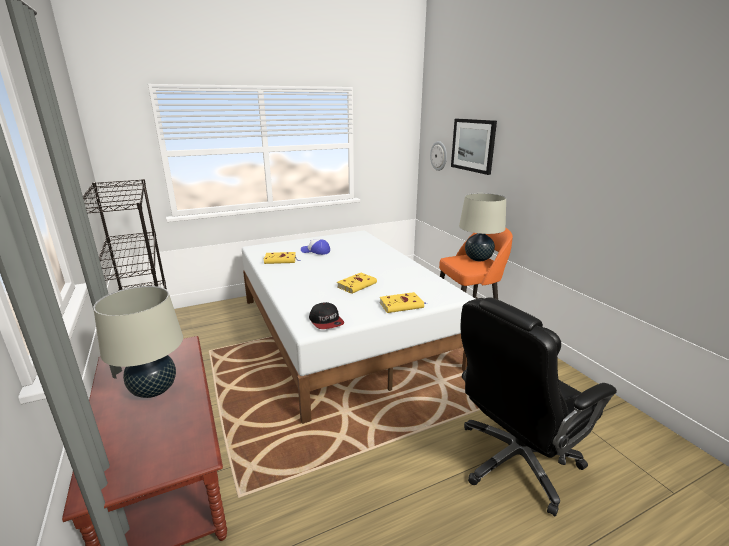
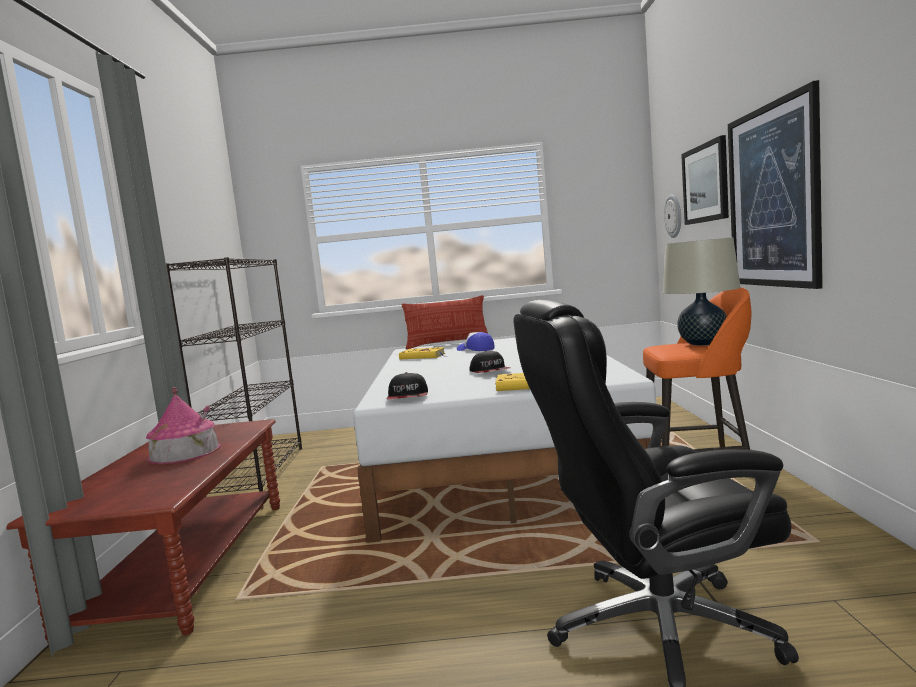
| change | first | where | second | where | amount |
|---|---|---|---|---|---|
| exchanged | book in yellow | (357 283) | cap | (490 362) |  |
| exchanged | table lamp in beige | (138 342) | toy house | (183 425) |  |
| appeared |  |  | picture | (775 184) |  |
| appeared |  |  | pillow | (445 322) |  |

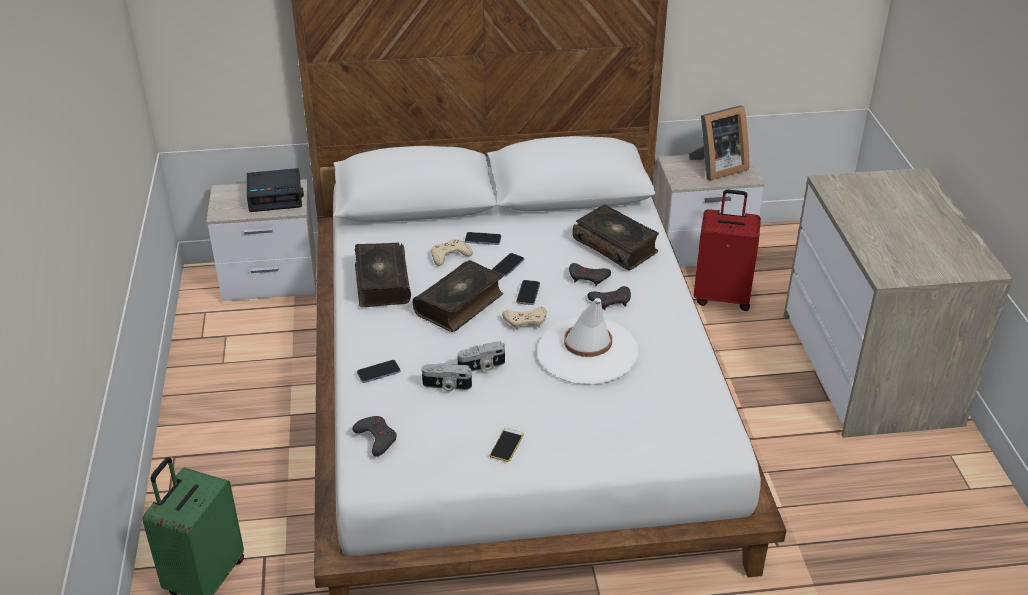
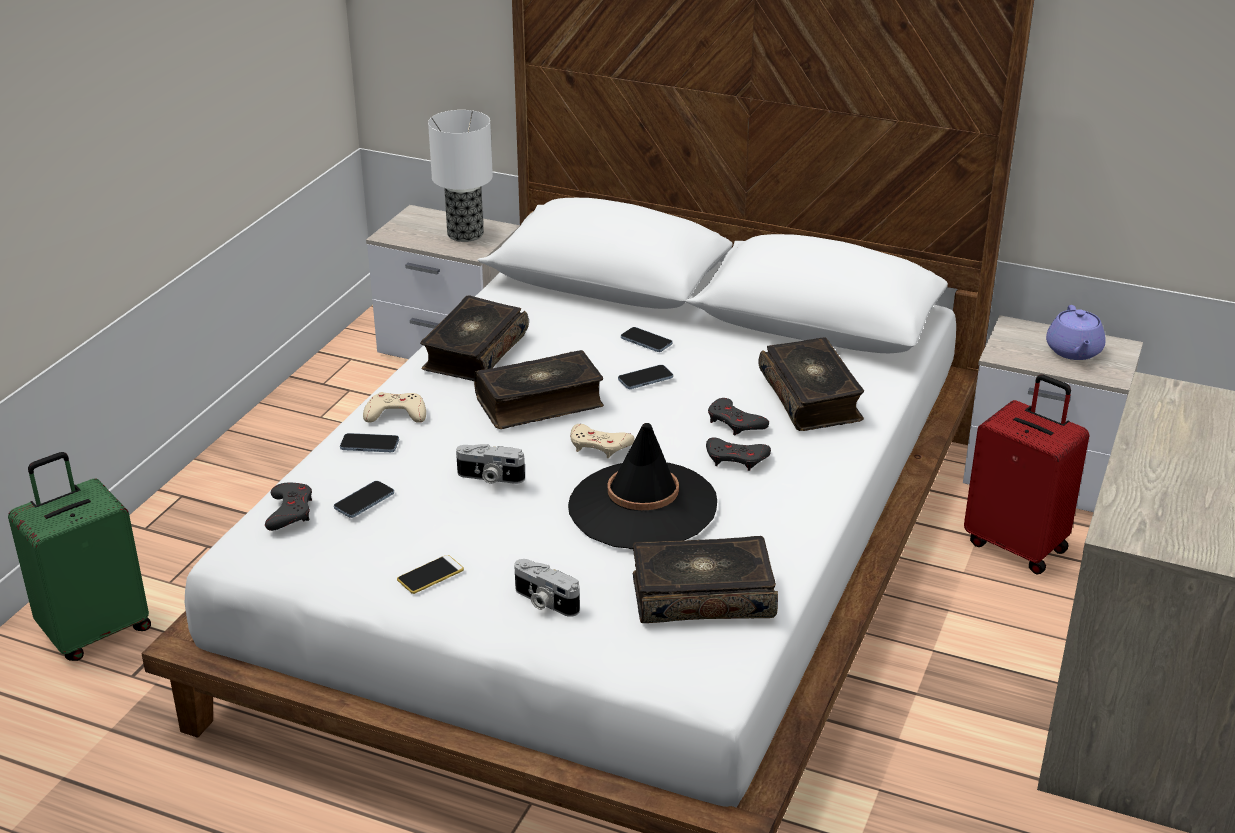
| change | first | where | second | where | amount |
|---|---|---|---|---|---|
| exchanged | picture frame | (719 143) | teapot in purple | (1076 332) |  |
| exchanged | alarm clock | (275 190) | table lamp | (460 176) |  |
| relocated | game controller in beige | (452 252) |  | (394 407) |  |
| relocated | phone | (528 292) |  | (364 499) |  |
| colour | hat in white | (587 341) | hat in black | (642 486) |  |
| relocated | photo camera | (447 377) |  | (547 588) |  |
| appeared |  |  | book | (705 579) |  |

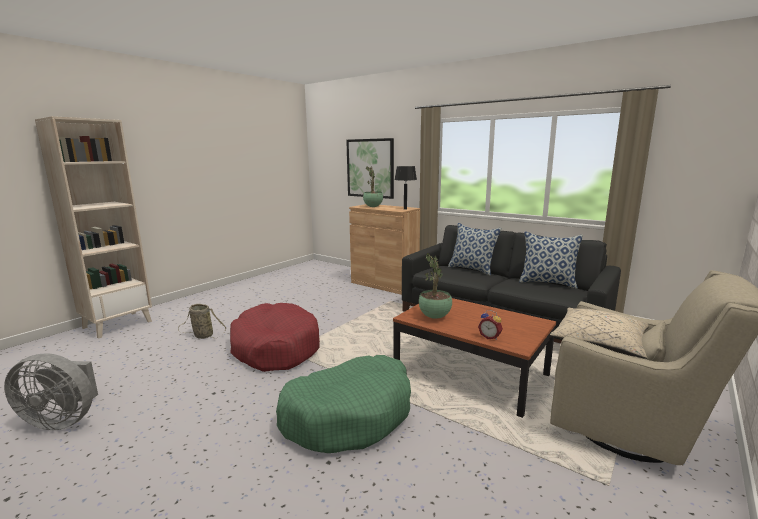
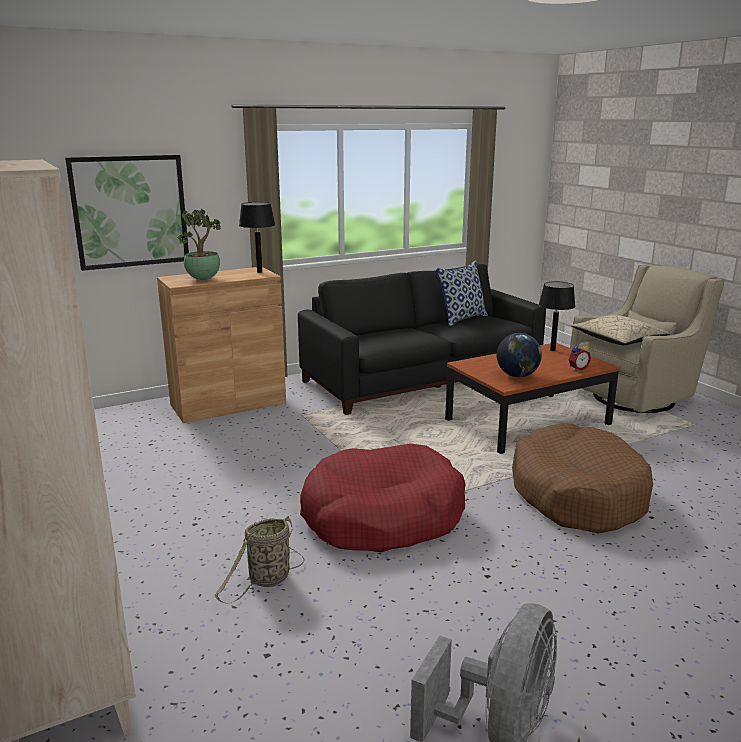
| change | first | where | second | where | amount |
|---|---|---|---|---|---|
| missing | pillow | (475 249) |  |  |  |
| exchanged | potted plant | (435 286) | globe | (519 355) |  |
| colour | dog bed in green | (343 404) | dog bed in brown | (582 478) |  |
| appeared |  |  | table lamp in black | (557 316) |  |

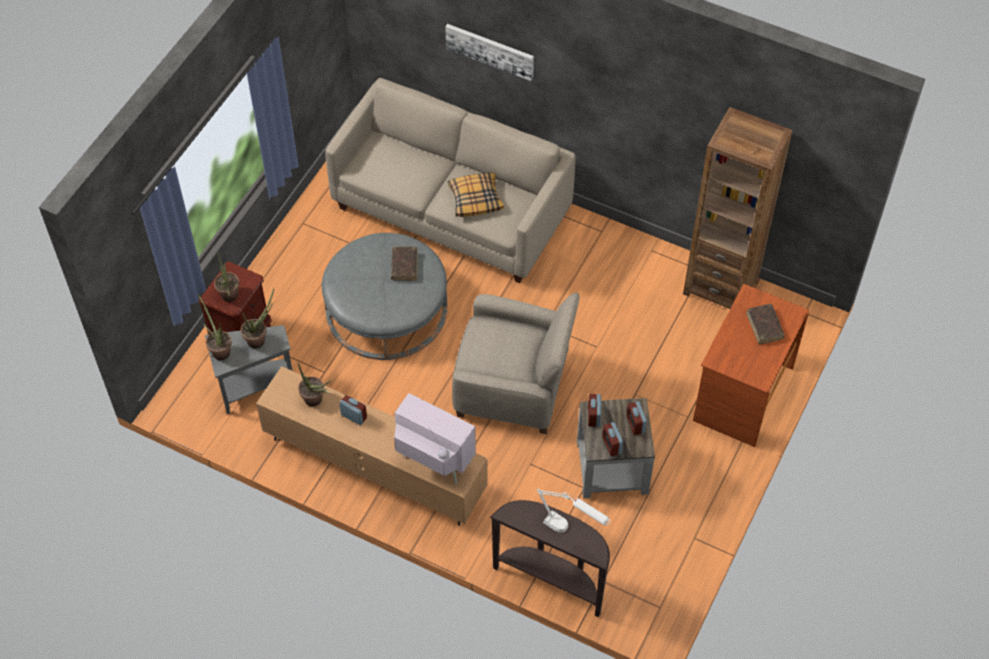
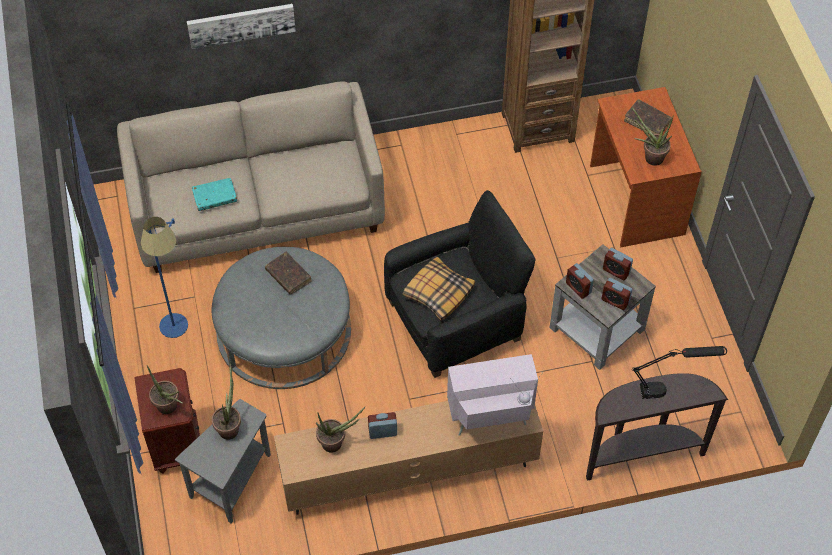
| change | first | where | second | where | amount |
|---|---|---|---|---|---|
| relocated | pillow | (475 195) |  | (438 289) |  |
| colour | armchair in beige | (516 363) | armchair in black | (460 284) |  |
| relocated | potted plant | (215 327) |  | (652 136) |  |
| colour | table lamp in white | (573 510) | table lamp in black | (679 372) |  |
| appeared |  |  | book in turquoise | (214 194) |  |
| appeared |  |  | floor lamp in blue | (164 277) |  |

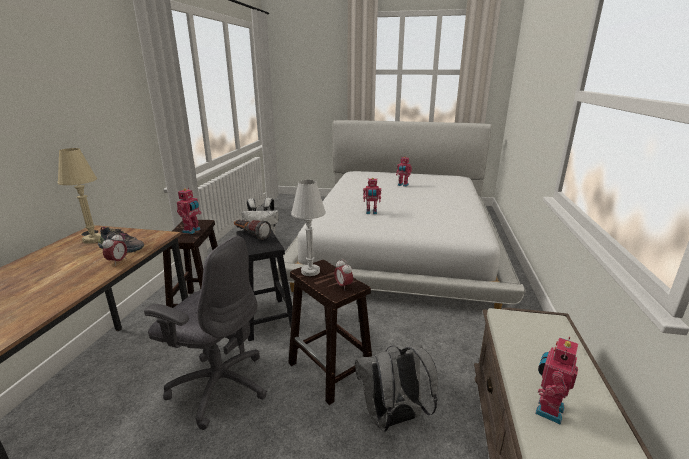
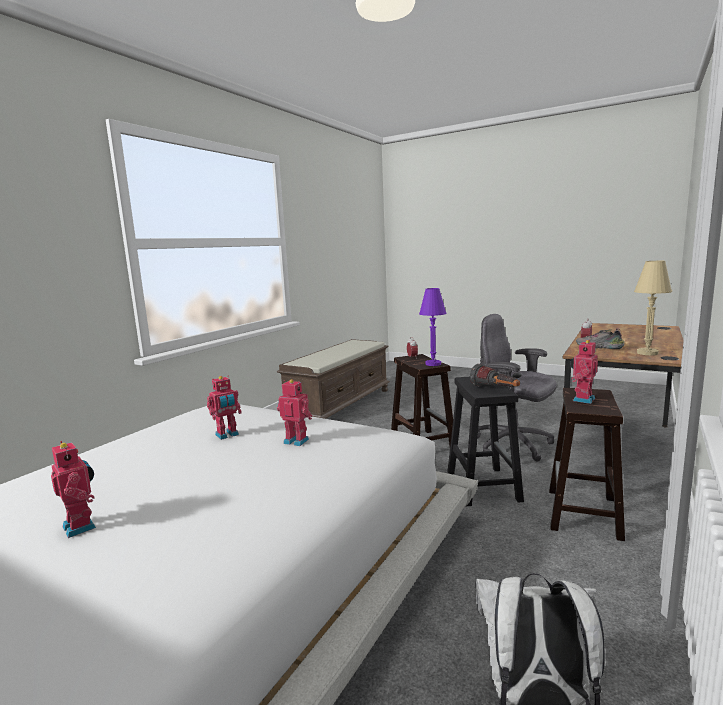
| change | first | where | second | where | amount |
|---|---|---|---|---|---|
| colour | table lamp in white | (308 228) | table lamp in purple | (432 327) |  |
| relocated | toy robot | (556 381) |  | (224 408) |  |
| missing | backpack in grey | (396 387) |  |  |  |

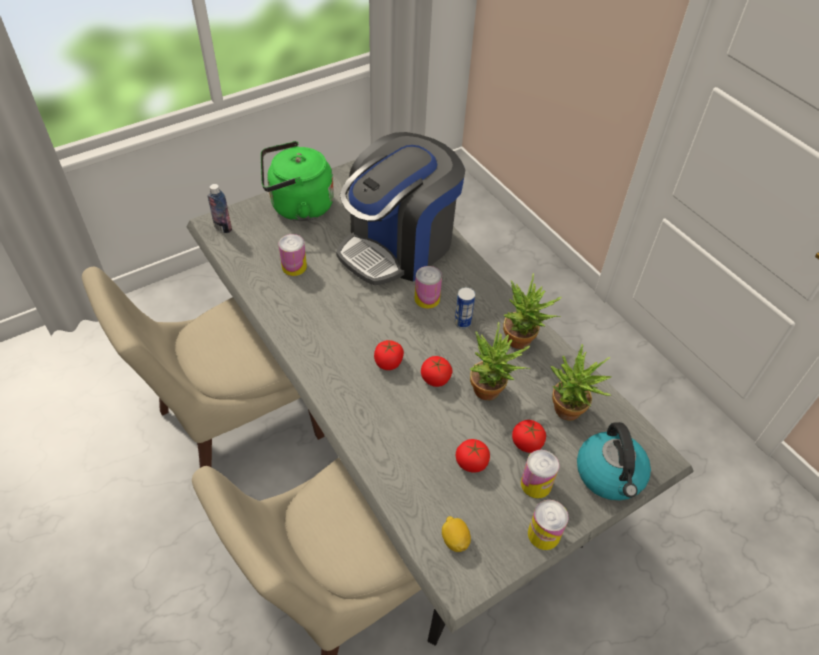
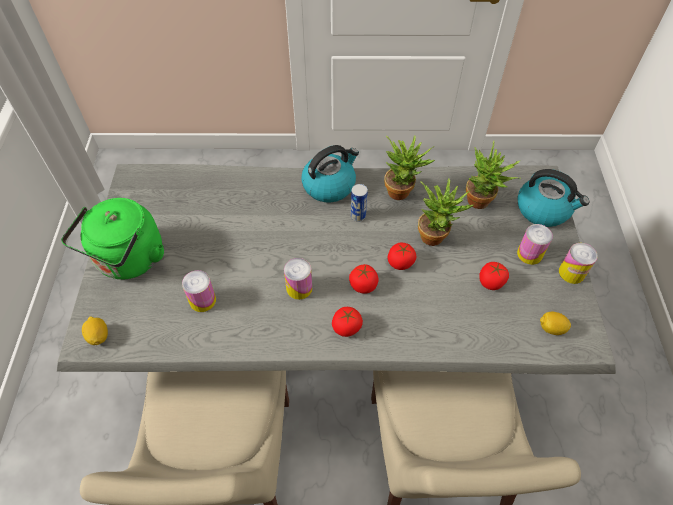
| change | first | where | second | where | amount |
|---|---|---|---|---|---|
| missing | coffee machine | (400 208) |  |  |  |
| exchanged | bottle | (219 208) | lemon | (95 331) |  |
| relocated | can | (428 287) |  | (298 279) |  |
| relocated | tomato | (529 436) |  | (347 322) |  |
| appeared |  |  | kettle | (330 174) |  |

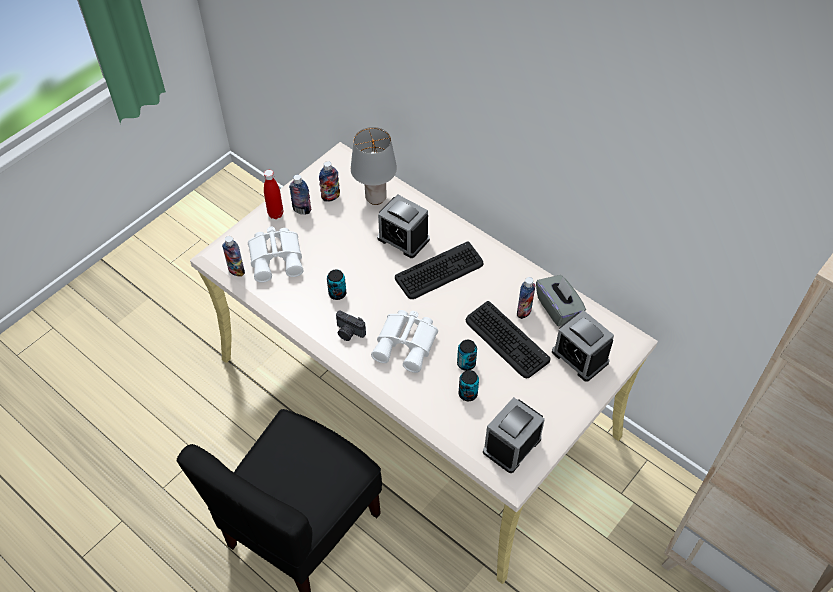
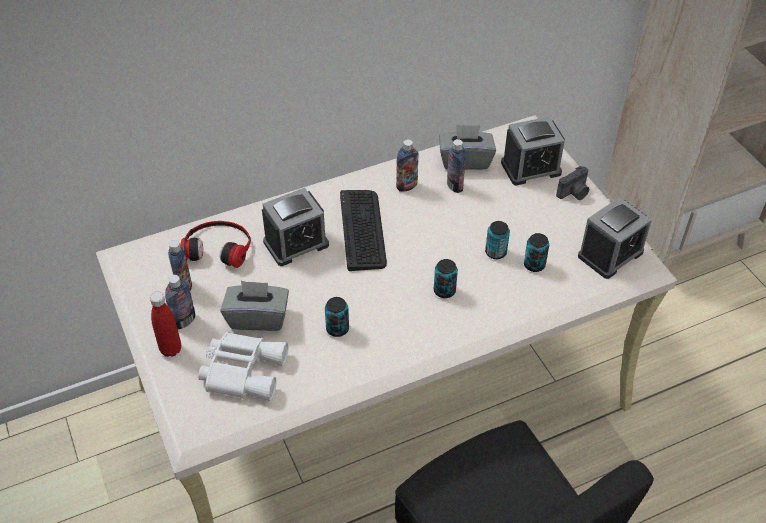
| change | first | where | second | where | amount |
|---|---|---|---|---|---|
| exchanged | table lamp in grey | (374 166) | headphones | (215 244) |  |
| relocated | bottle | (233 256) |  | (407 165) |  |
| missing | keyboard | (508 339) |  |  |  |
| relocated | photo camera | (351 325) |  | (572 183) |  |
| exchanged | binoculars in white | (404 341) | can | (446 278) |  |
| spun | alarm clock | (514 435) |  | (615 238) | 105 degrees counterclockwise |
| appeared |  |  | tissue box in grey | (255 306) |  |

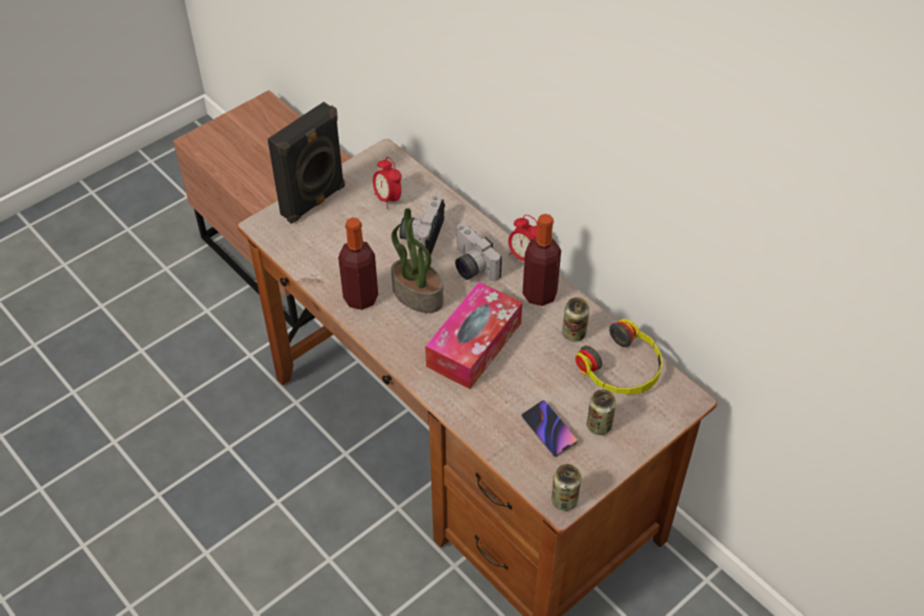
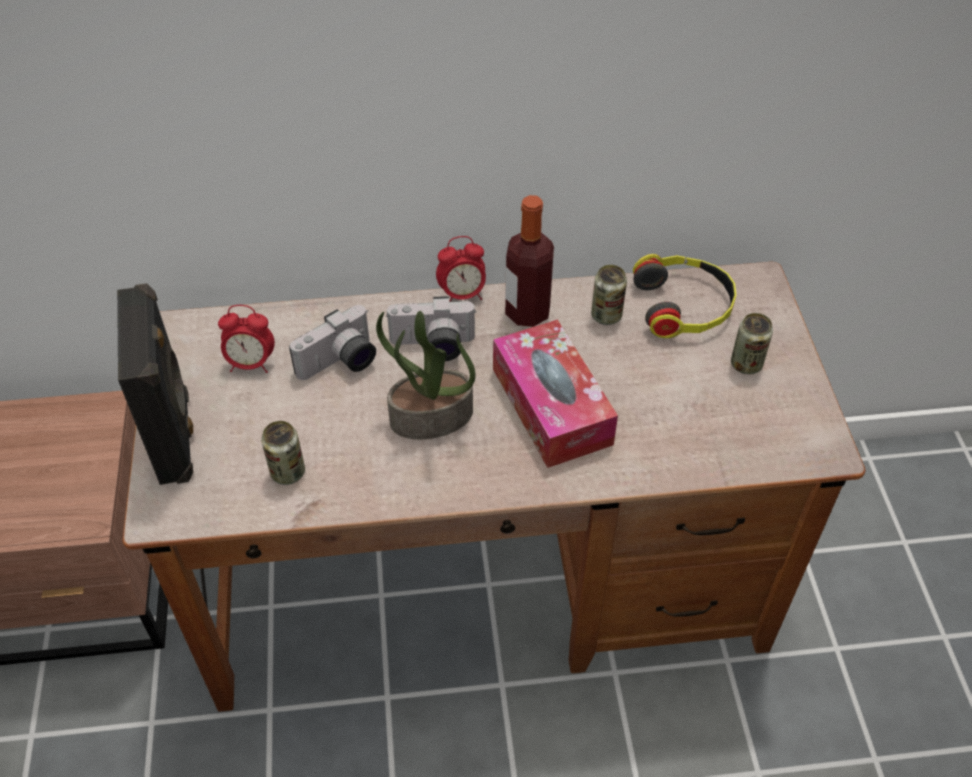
| change | first | where | second | where | amount |
|---|---|---|---|---|---|
| spun | photo camera | (422 226) |  | (332 342) | 90 degrees counterclockwise |
| missing | bottle | (358 263) |  |  |  |
| missing | phone | (549 428) |  |  |  |
| relocated | can | (566 487) |  | (283 453) |  |

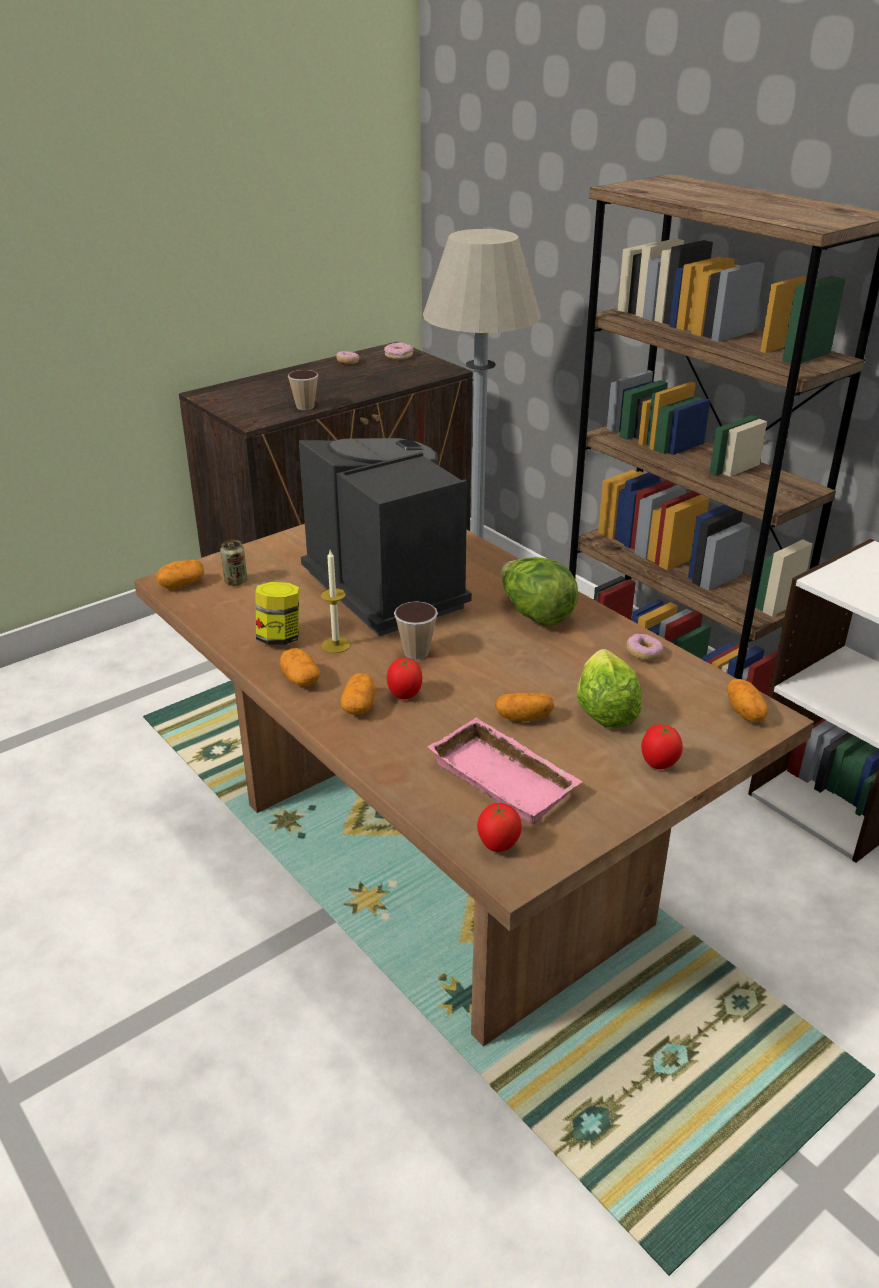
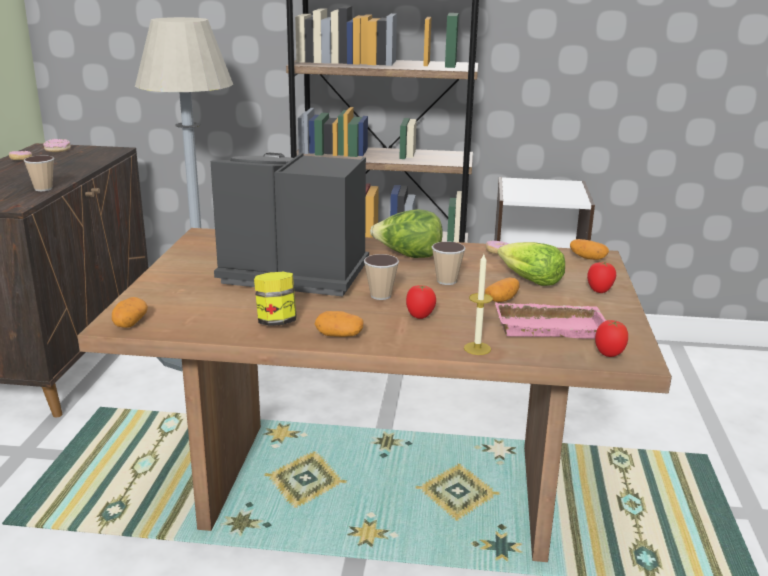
| change | first | where | second | where | amount |
|---|---|---|---|---|---|
| missing | can | (234 563) |  |  |  |
| relocated | candle | (335 601) |  | (478 304) |  |
| missing | potato | (358 694) |  |  |  |
| appeared |  |  | cup | (449 263) |  |

